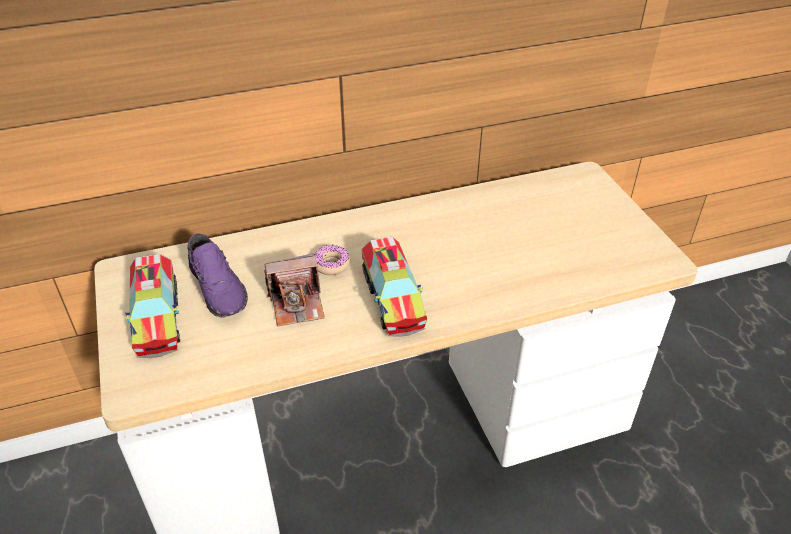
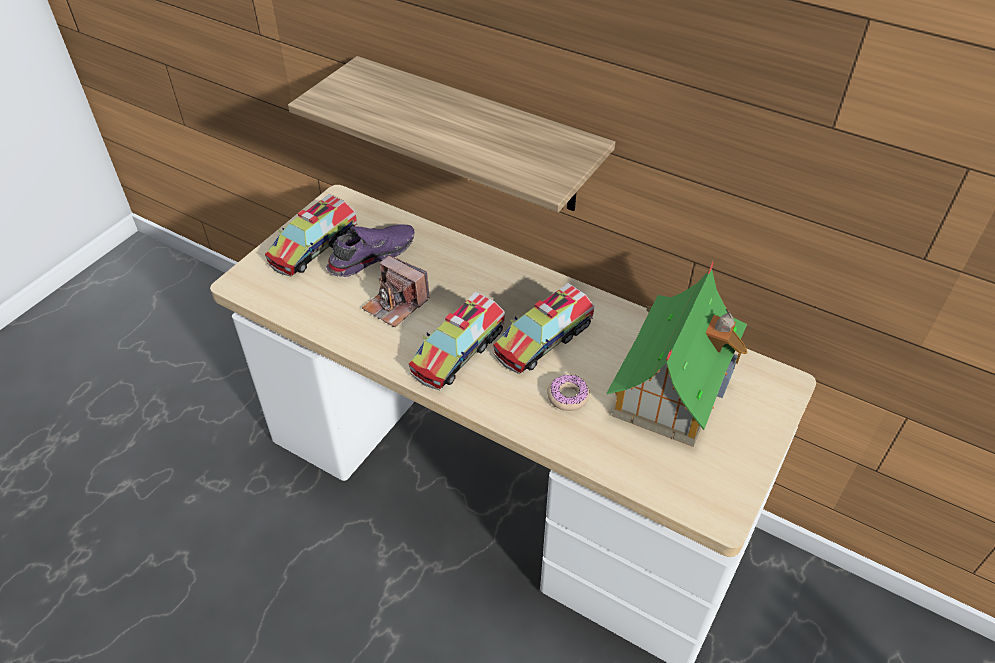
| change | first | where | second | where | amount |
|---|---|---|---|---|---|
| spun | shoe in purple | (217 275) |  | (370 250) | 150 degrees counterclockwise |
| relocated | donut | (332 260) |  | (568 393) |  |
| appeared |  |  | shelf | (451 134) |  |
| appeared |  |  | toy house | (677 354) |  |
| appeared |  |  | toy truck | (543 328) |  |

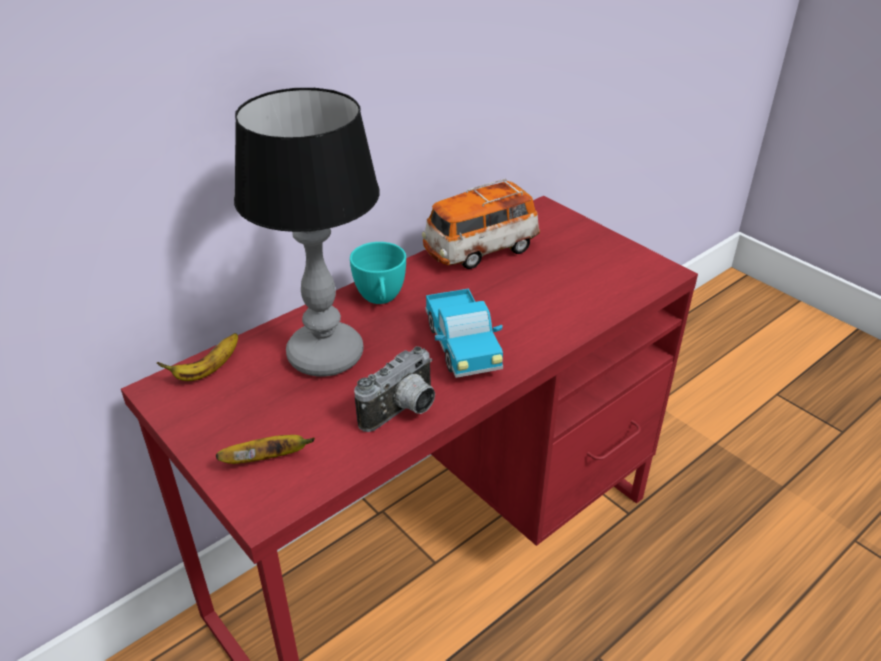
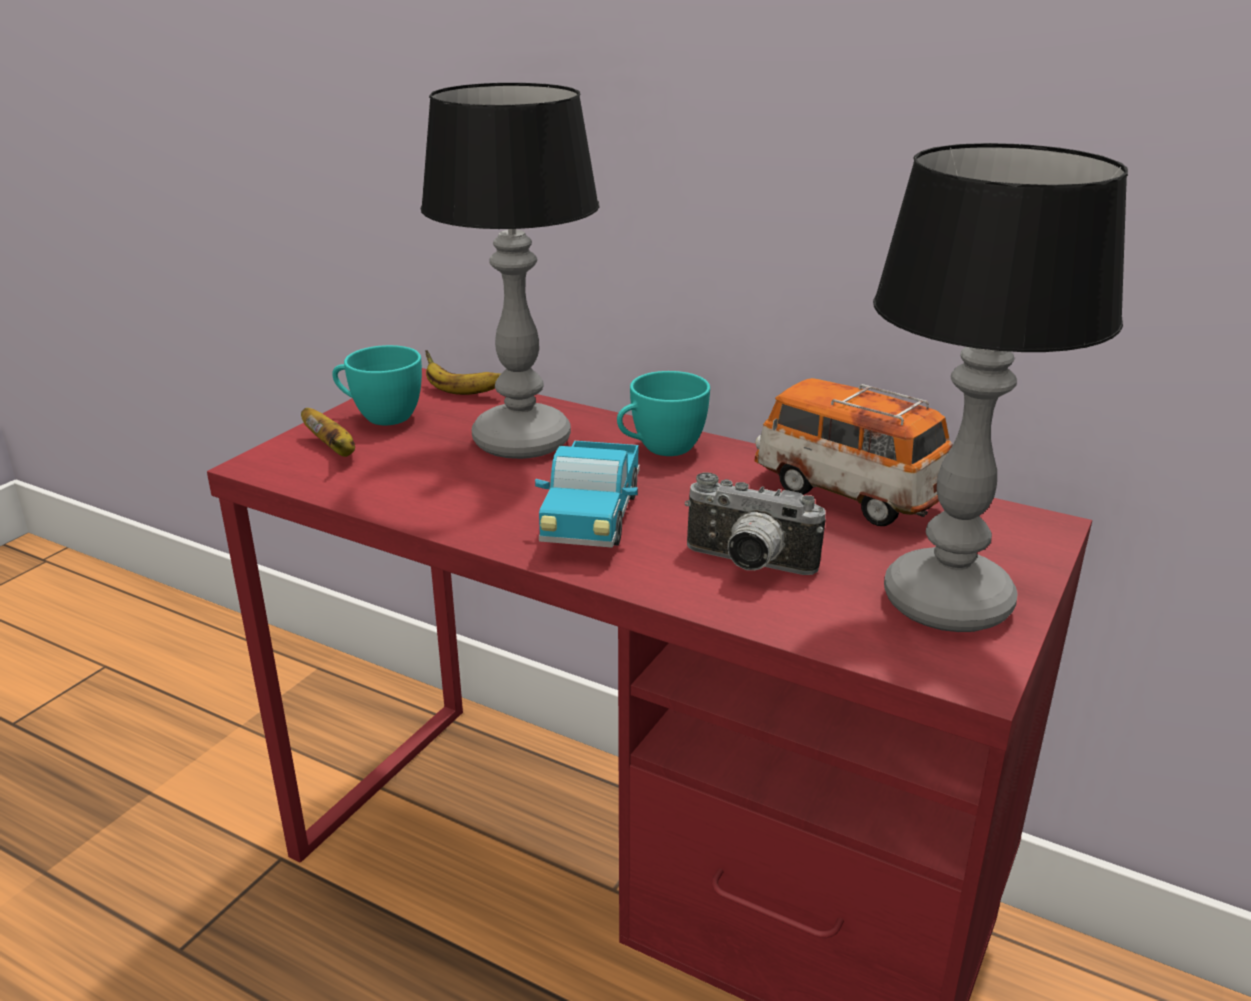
| change | first | where | second | where | amount |
|---|---|---|---|---|---|
| spun | toy truck | (464 333) |  | (587 494) | 45 degrees counterclockwise |
| relocated | photo camera | (394 389) |  | (755 523) |  |
| appeared |  |  | table lamp | (1000 387) |  |
| appeared |  |  | cup in turquoise | (377 385) |  |

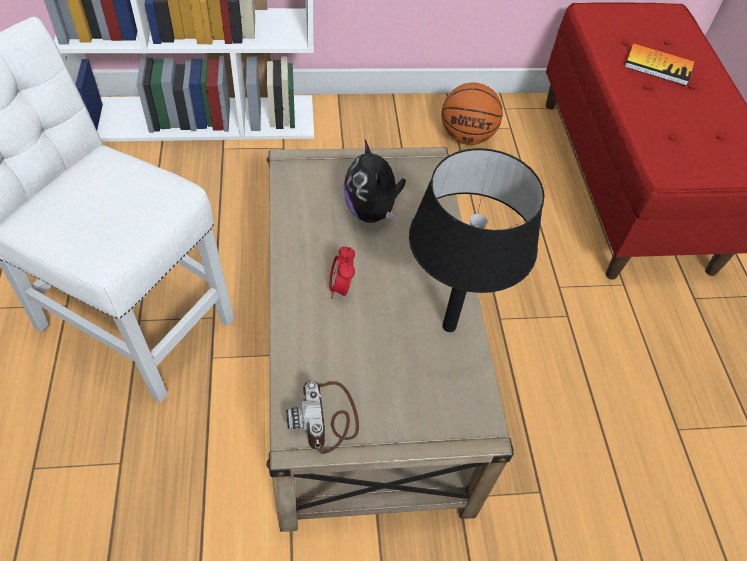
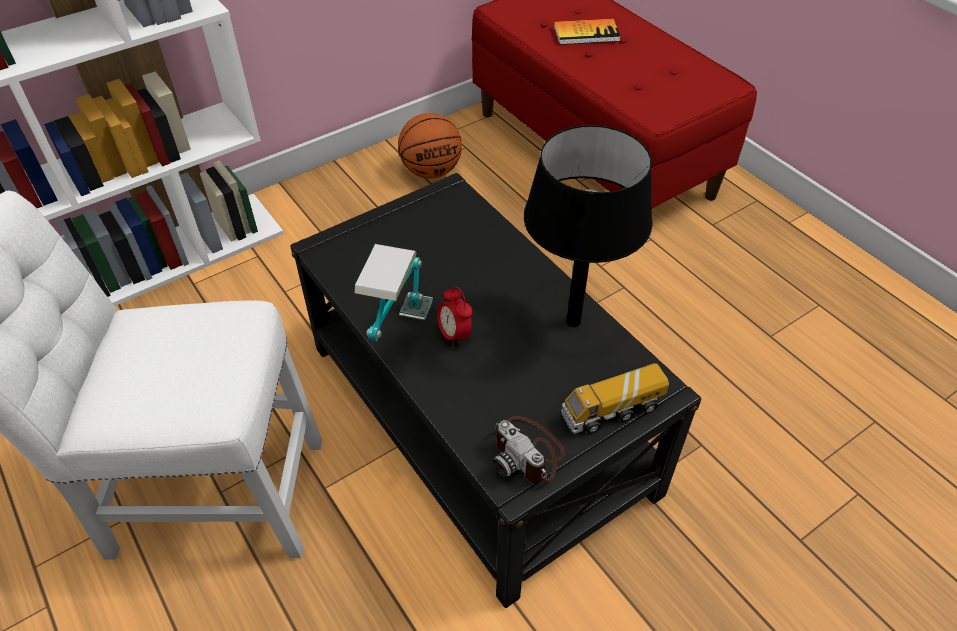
| change | first | where | second | where | amount |
|---|---|---|---|---|---|
| missing | plush toy | (374 181) |  |  |  |
| colour | coffee table in beige | (390 339) | coffee table in black | (495 390) |  |
| appeared |  |  | table lamp | (393 292) |  |
| appeared |  |  | toy truck | (615 398) |  |

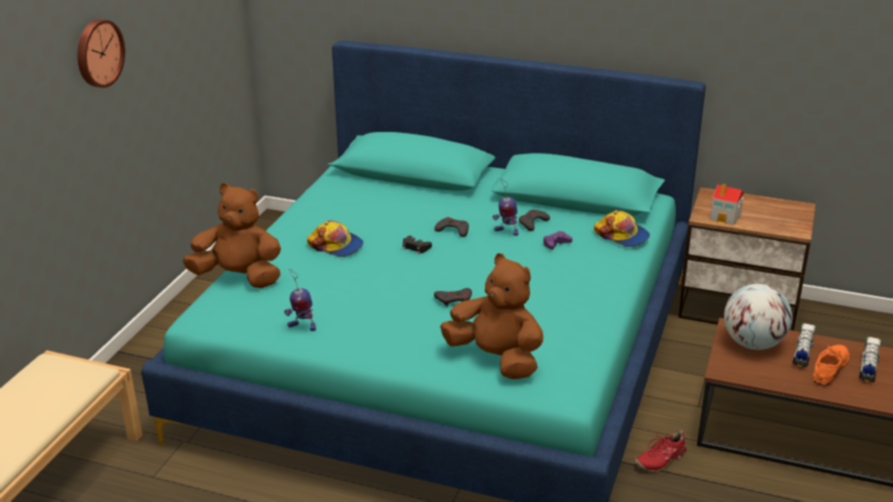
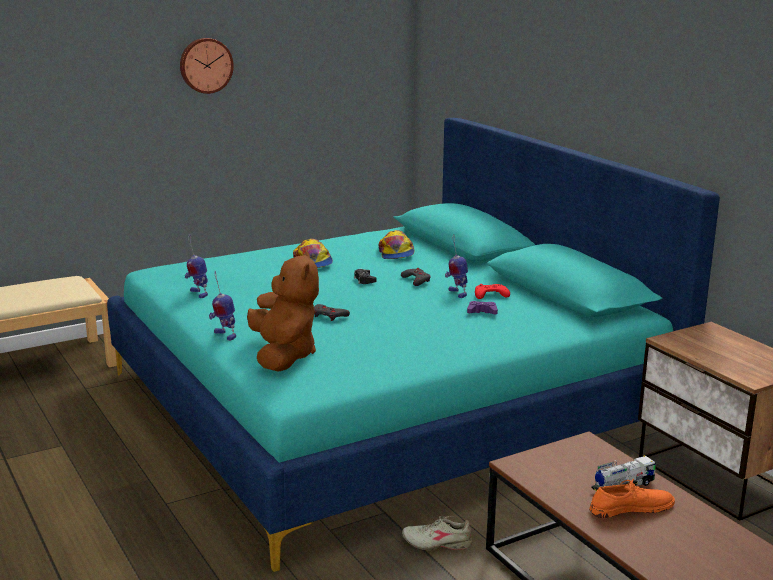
| change | first | where | second | where | amount |
|---|---|---|---|---|---|
| missing | plush toy in brown | (232 235) |  |  |  |
| missing | toy house | (727 204) |  |  |  |
| colour | game controller in grey | (534 220) | game controller in red | (492 291) |  |
| relocated | cap | (622 228) |  | (396 244) |  |
| missing | globe | (758 317) |  |  |  |
| missing | toy truck | (870 359) |  |  |  |
| colour | shoe in red | (661 451) | shoe in beige | (437 533) |  |
| appeared |  |  | toy robot | (222 306) |  |

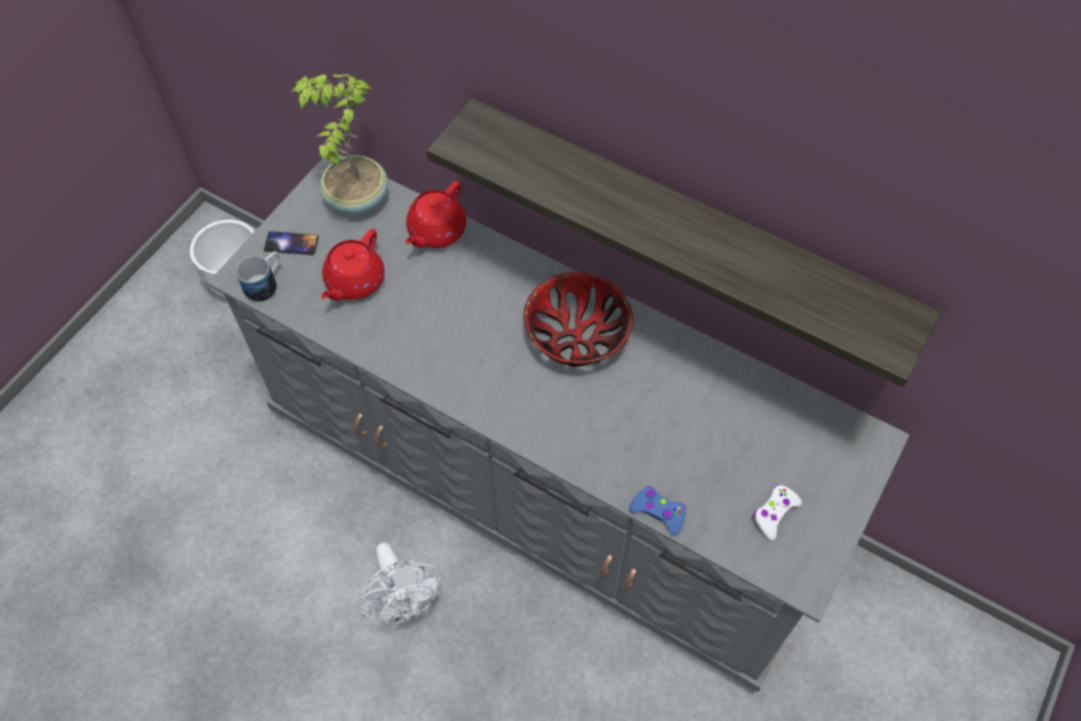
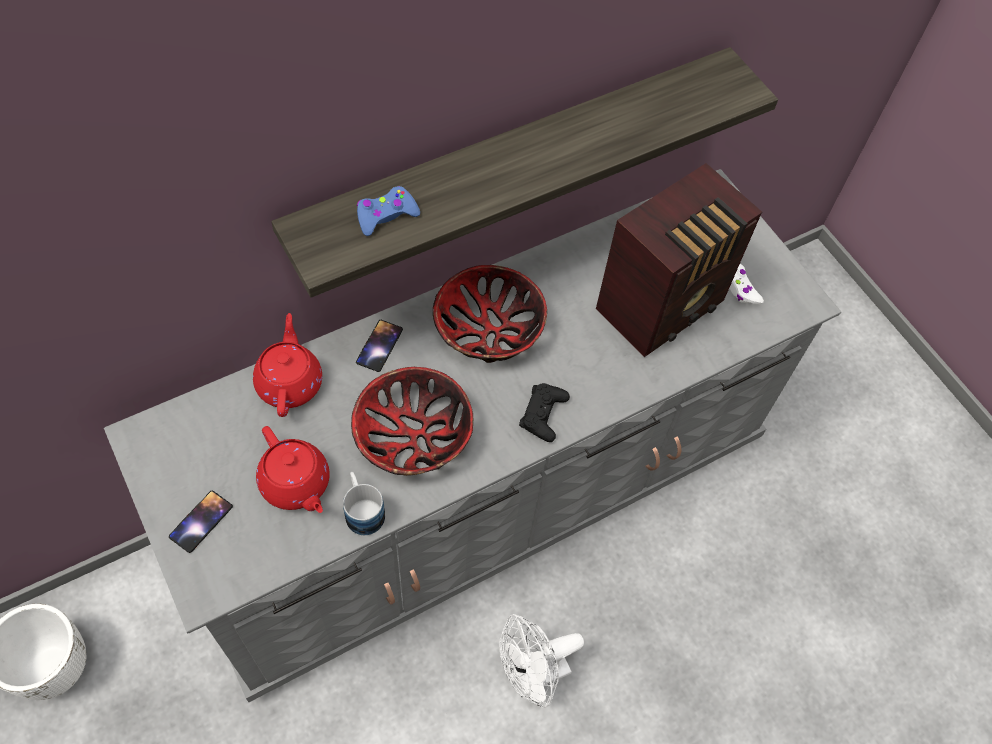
| change | first | where | second | where | amount |
|---|---|---|---|---|---|
| missing | potted plant | (339 144) |  |  |  |
| spun | teapot in red | (435 214) |  | (287 365) | 150 degrees counterclockwise |
| relocated | mug | (258 276) |  | (364 503) |  |
| relocated | game controller in blue | (657 511) |  | (388 211) |  |
| spun | fan in white | (399 583) |  | (541 661) | 150 degrees clockwise |
| appeared |  |  | radio | (679 260) |  |
| appeared |  |  | phone | (379 346) |  |
| appeared |  |  | bowl | (412 421) |  |
| appeared |  |  | game controller in black | (544 412) |  |

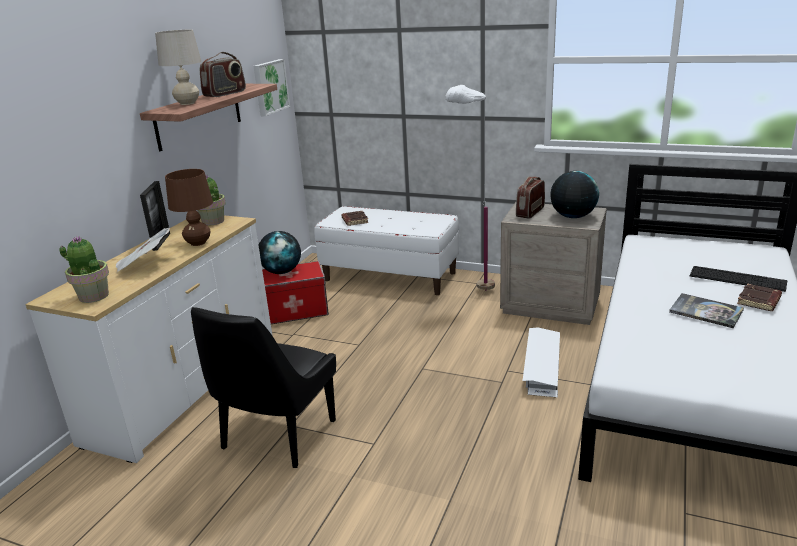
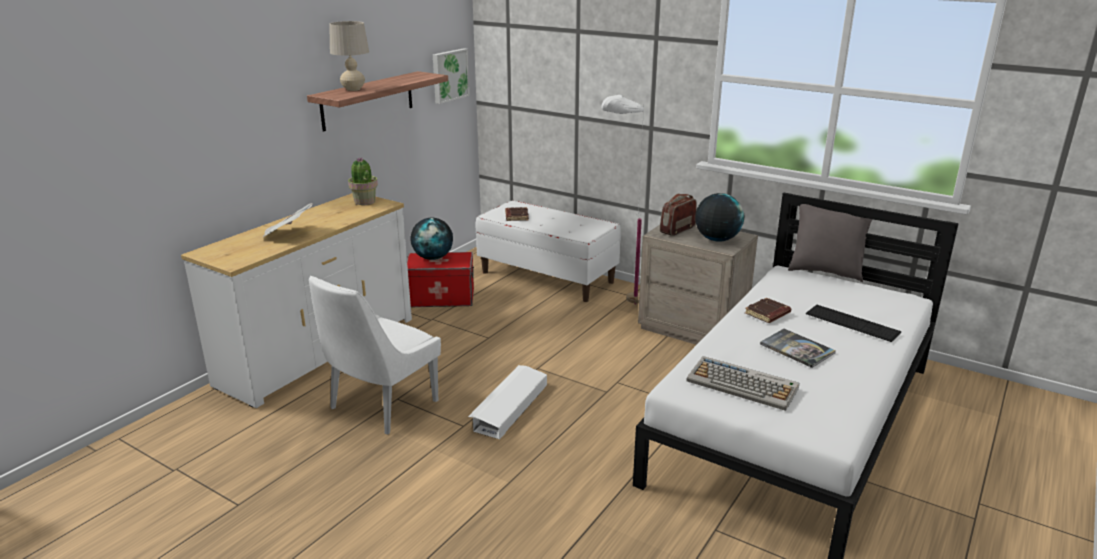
| change | first | where | second | where | amount |
|---|---|---|---|---|---|
| missing | radio | (223 74) |  |  |  |
| missing | table lamp in brown | (189 207) |  |  |  |
| missing | picture frame | (155 216) |  |  |  |
| missing | potted plant | (84 269) |  |  |  |
| relocated | book in brown | (759 297) |  | (768 310) |  |
| colour | chair in black | (263 387) | chair in white | (375 355) |  |
| relocated | storage box in white | (541 362) |  | (507 402) |  |
| appeared |  |  | pillow in grey | (830 243) |  |
| appeared |  |  | keyboard | (742 383) |  |

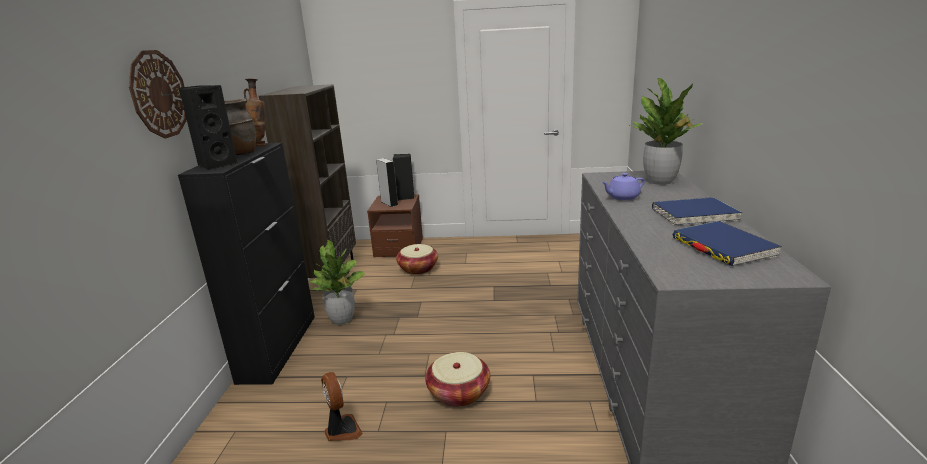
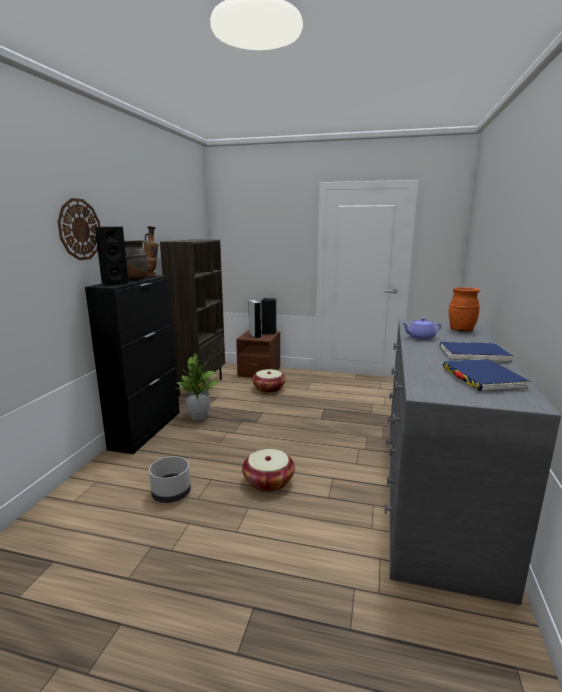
| change | first | where | second | where | amount |
|---|---|---|---|---|---|
| exchanged | potted plant | (666 131) | vase in orange | (464 309) |  |
| exchanged | fan | (342 406) | planter in grey | (170 479) |  |

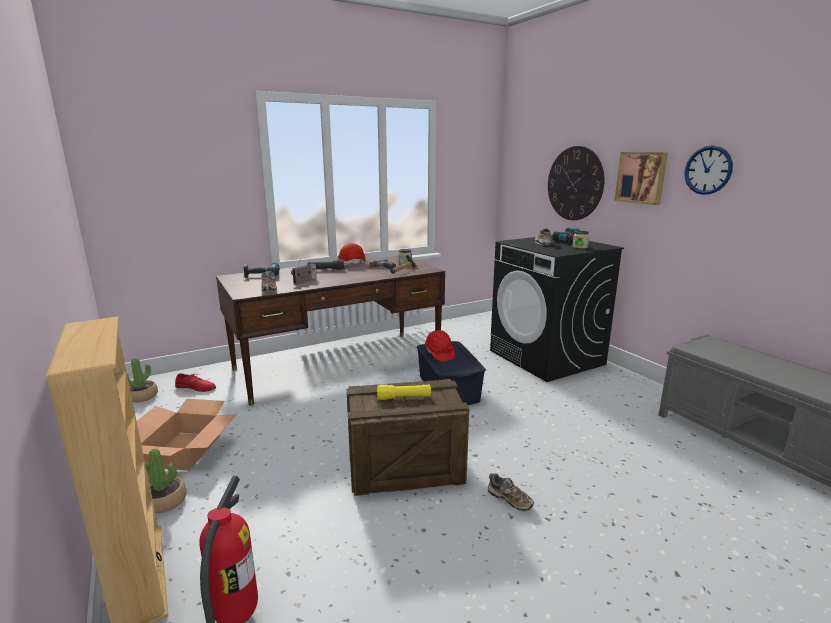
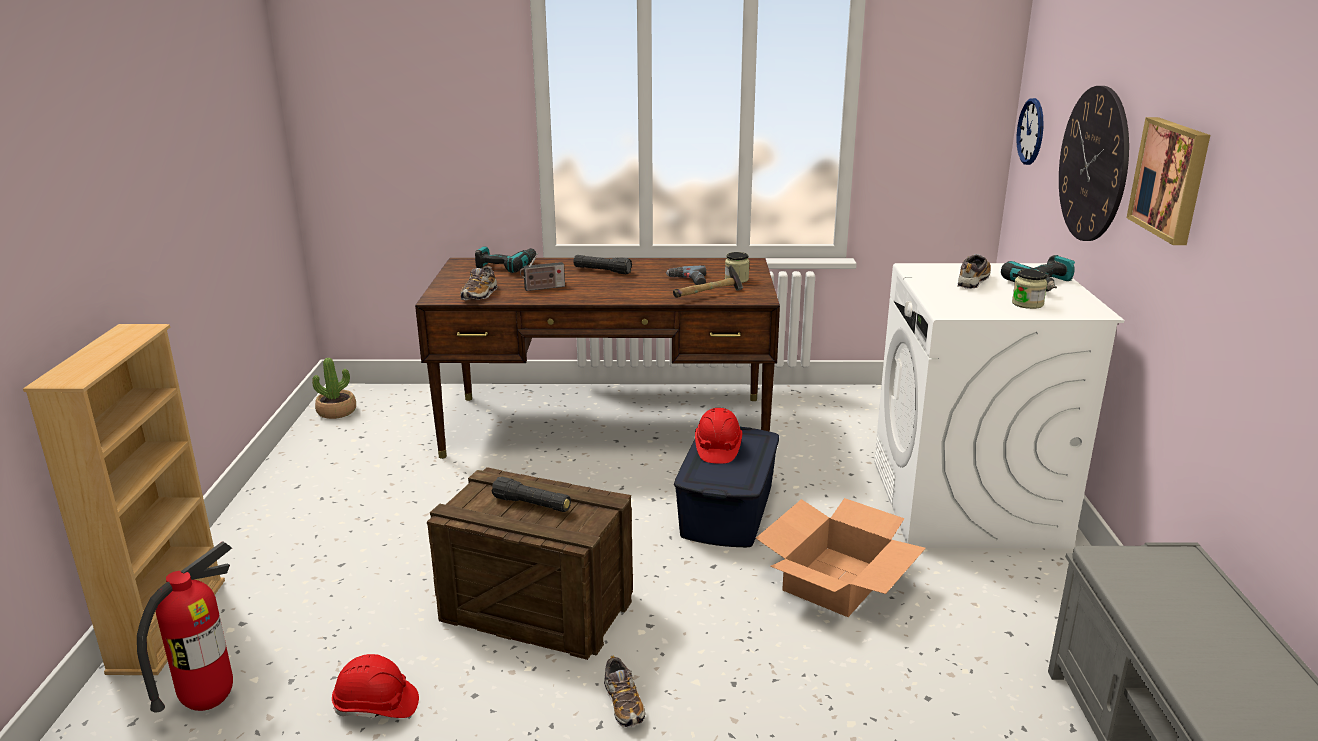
| change | first | where | second | where | amount |
|---|---|---|---|---|---|
| relocated | wall clock | (708 170) |  | (1030 131) |  |
| colour | washing machine in black | (557 308) | washing machine in white | (999 405) |  |
| relocated | hard hat in red | (353 254) |  | (375 686) |  |
| missing | shoe in red | (195 382) |  |  |  |
| colour | flashlight in yellow | (404 392) | flashlight in black | (531 494) |  |
| relocated | cardboard box | (187 435) |  | (841 557) |  |
| missing | potted plant | (165 481) |  |  |  |

